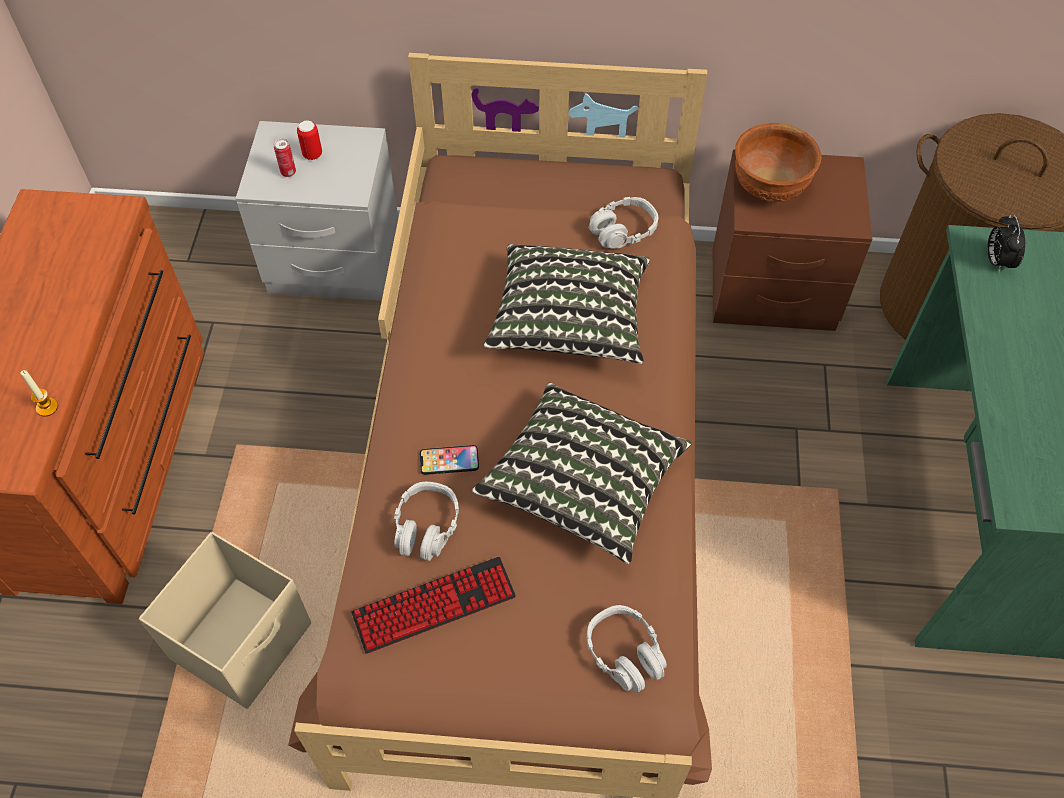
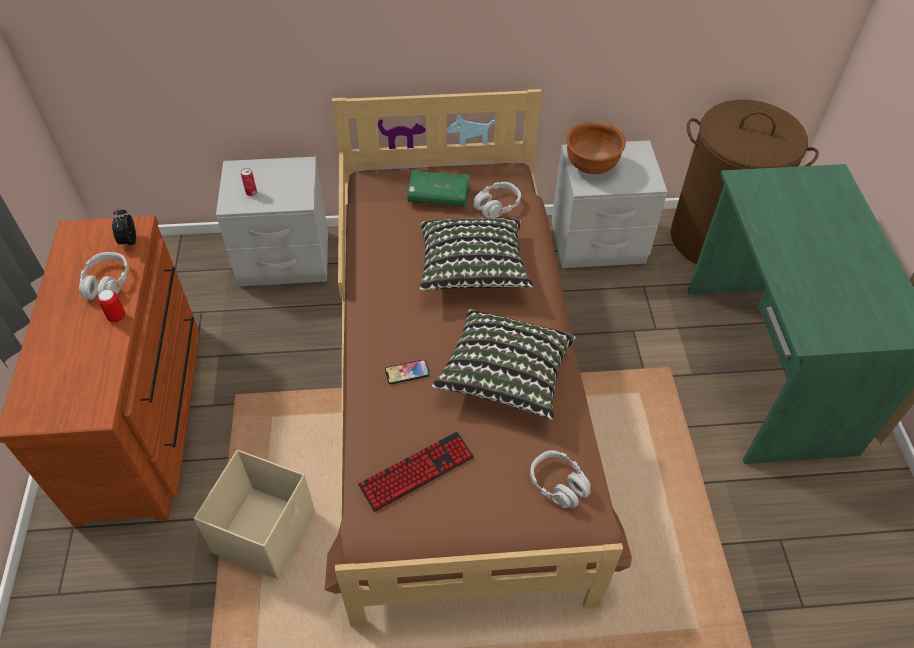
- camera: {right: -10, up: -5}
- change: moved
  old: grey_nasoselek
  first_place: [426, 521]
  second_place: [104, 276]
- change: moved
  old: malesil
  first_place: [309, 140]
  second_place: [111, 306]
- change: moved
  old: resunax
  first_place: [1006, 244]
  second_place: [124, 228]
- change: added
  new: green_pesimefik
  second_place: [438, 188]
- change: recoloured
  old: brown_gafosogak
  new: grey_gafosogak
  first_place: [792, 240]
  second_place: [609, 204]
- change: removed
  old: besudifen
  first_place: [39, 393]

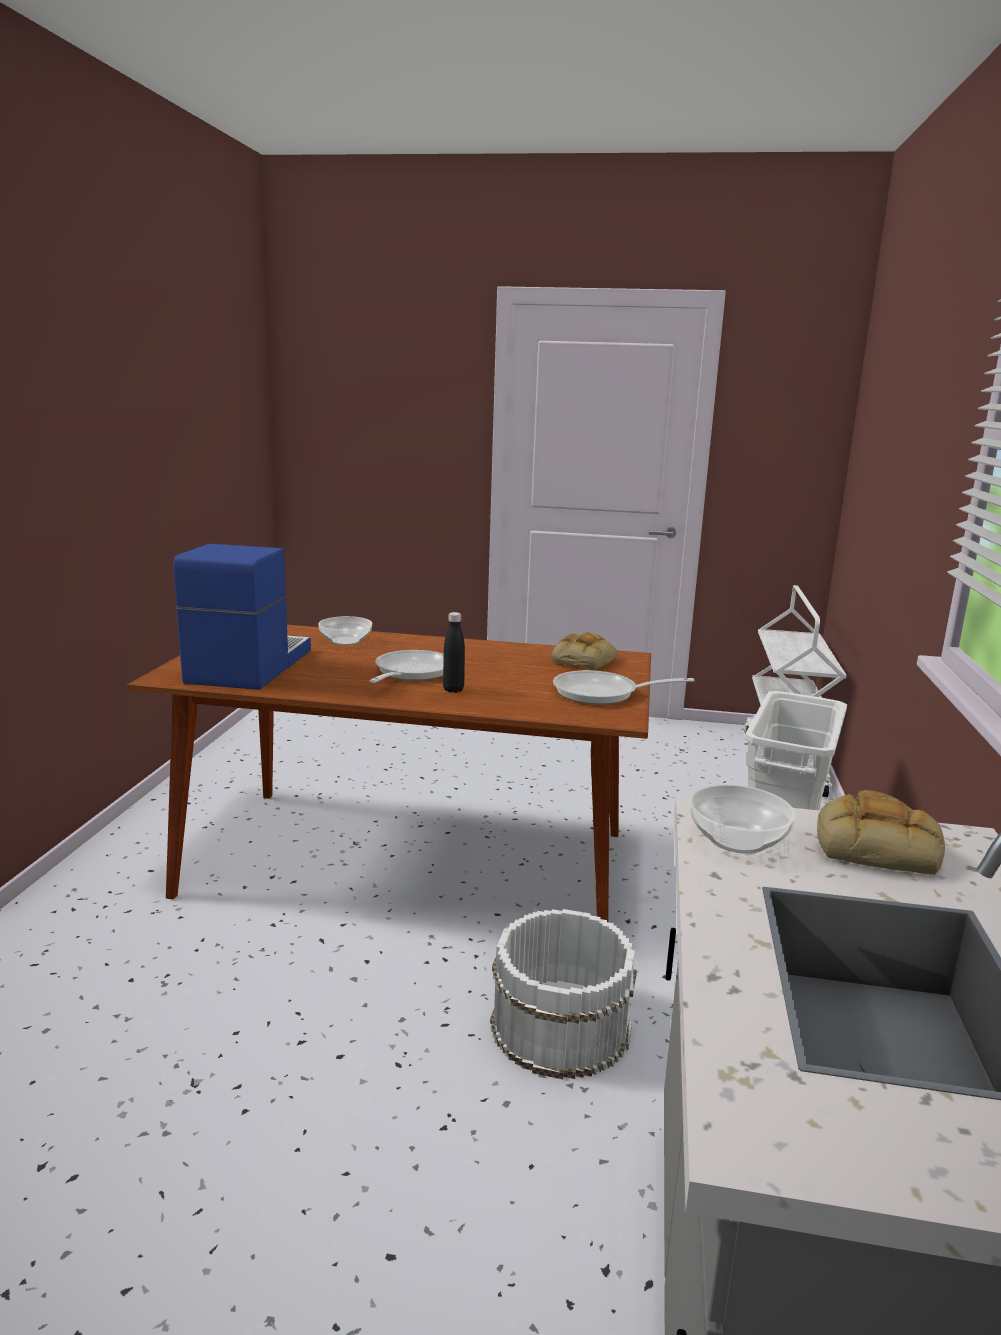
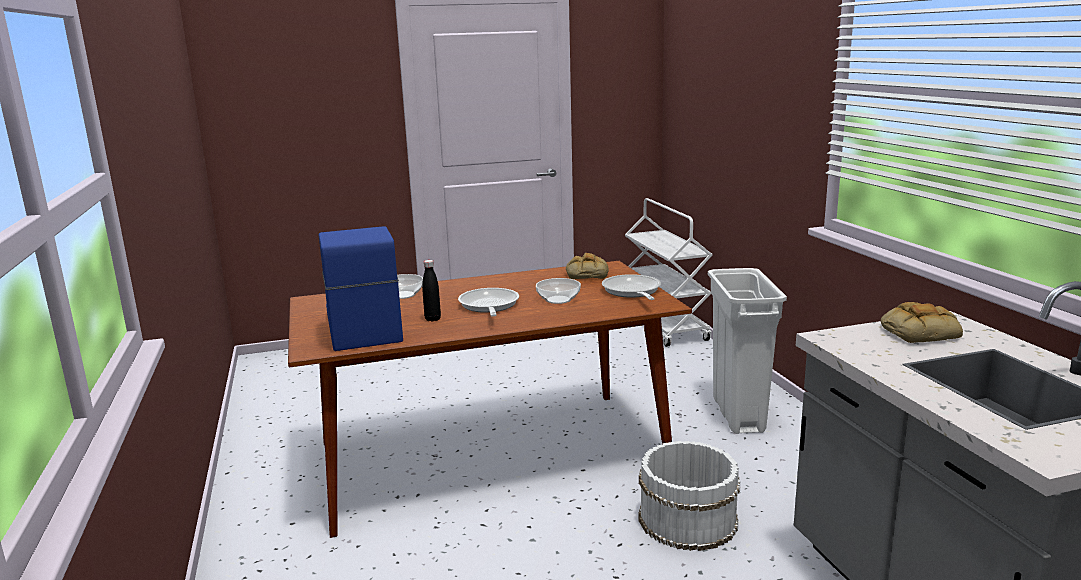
- camera: {right: -25, up: 0}
- change: moved
  old: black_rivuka
  first_place: [454, 652]
  second_place: [431, 291]
- change: moved
  old: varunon
  first_place: [742, 819]
  second_place: [558, 291]
- change: turned
  old: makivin
  first_place: [623, 687]
  second_place: [631, 287]
  degrees: 105

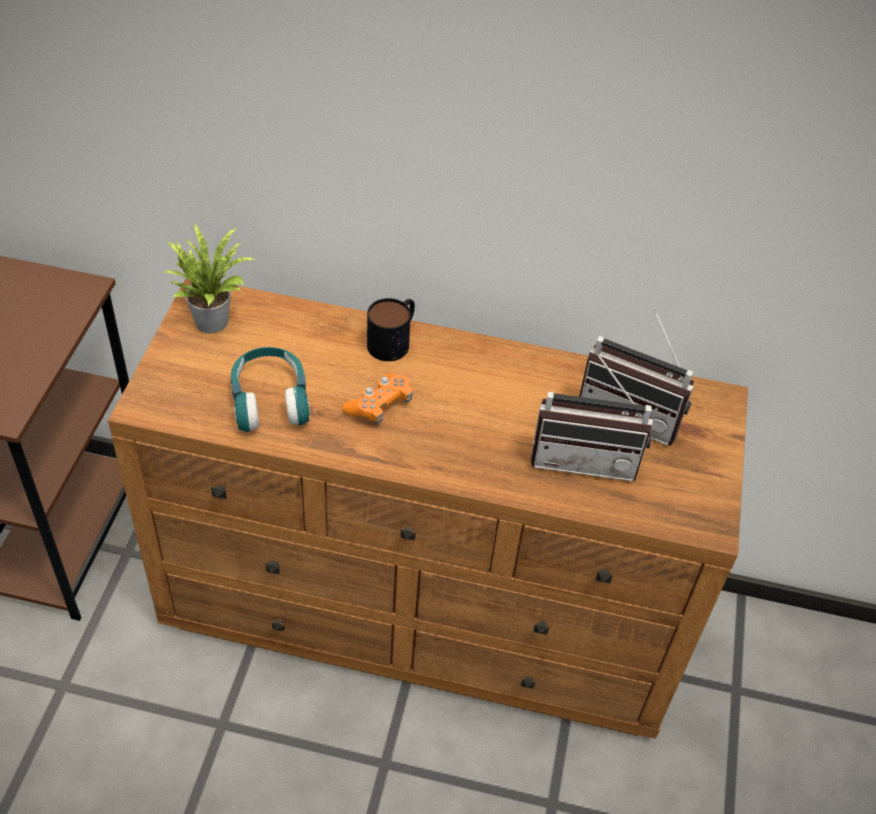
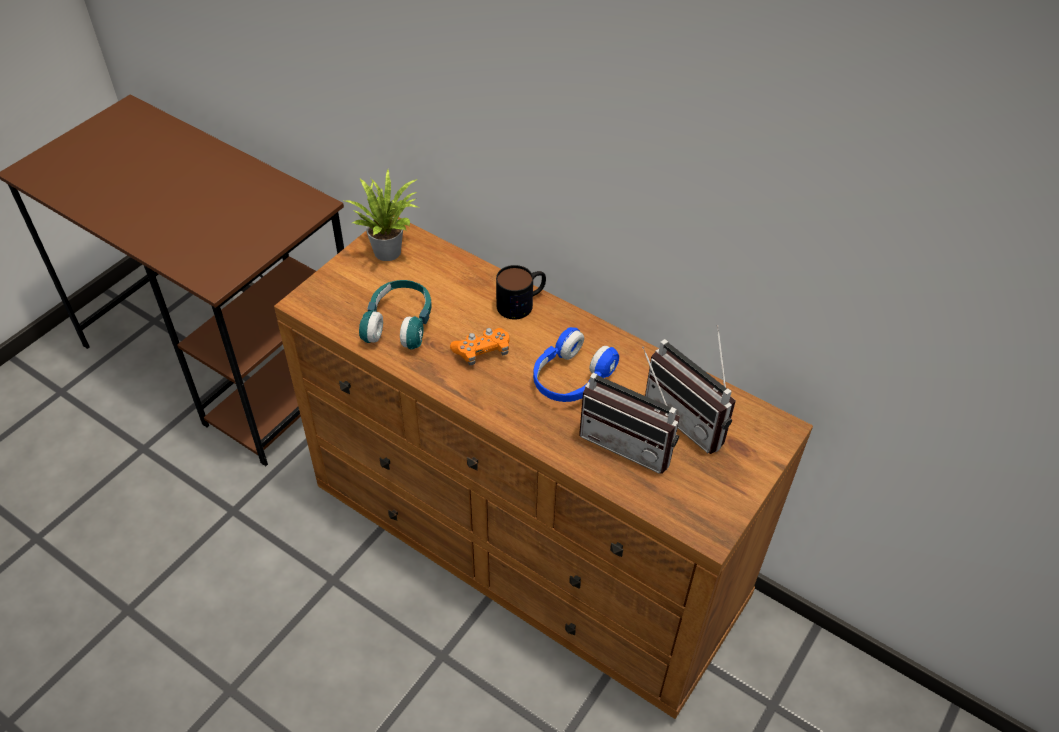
- camera: {right: 25, up: 0}
- change: added
  new: blue_nasoselek
  second_place: [576, 364]

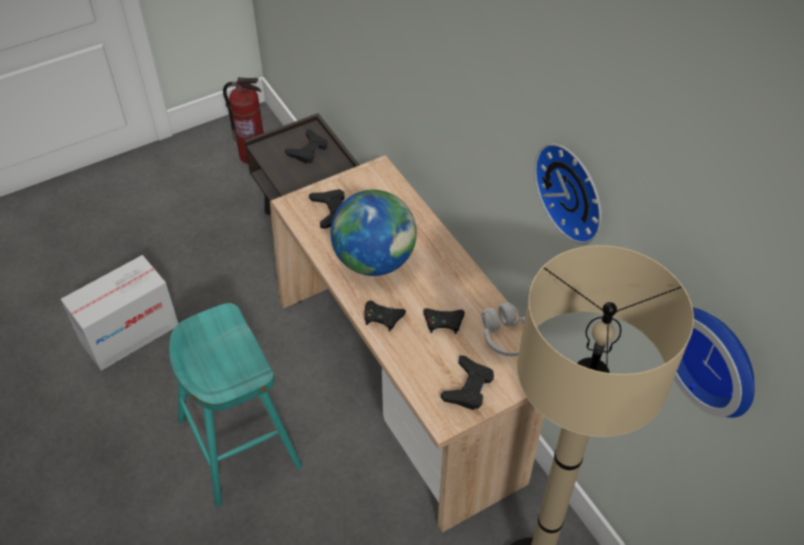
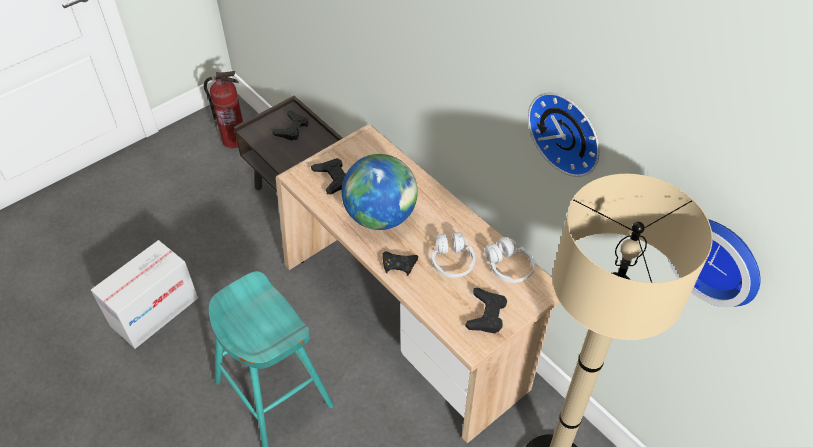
- camera: {right: -10, up: 0}
- change: replaced
  old: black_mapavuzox
  new: white_nasoselek
  first_place: [444, 321]
  second_place: [454, 255]

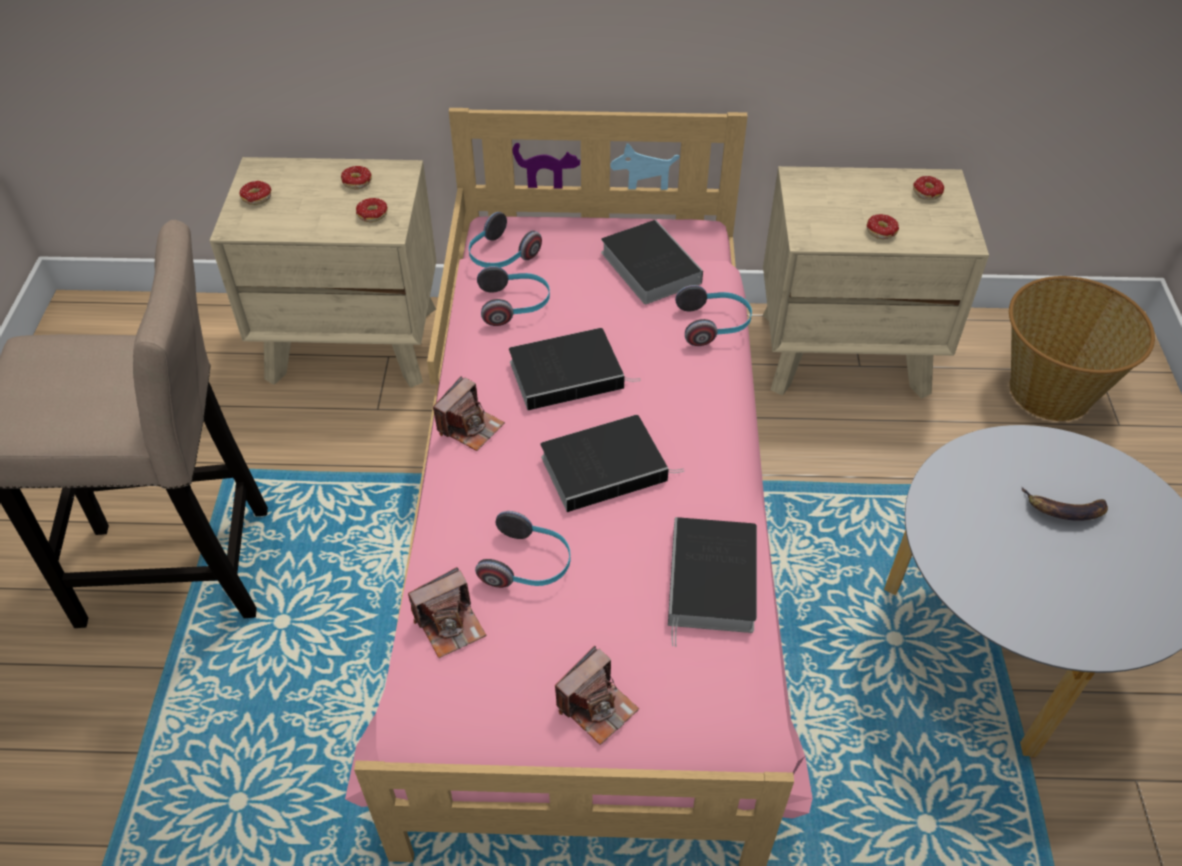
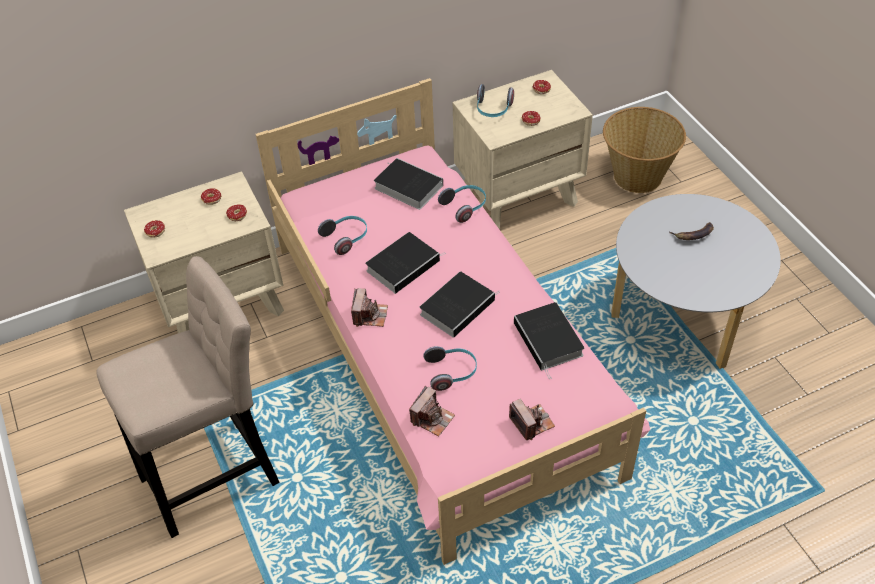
- camera: {right: -25, up: 0}
- change: moved
  old: nasoselek
  first_place: [505, 240]
  second_place: [495, 100]
- change: turned
  old: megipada
  first_place: [597, 695]
  second_place: [532, 419]
  degrees: -45

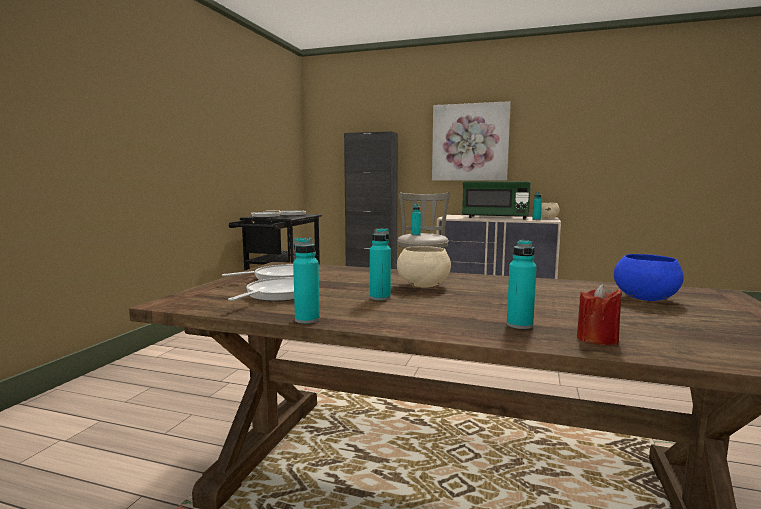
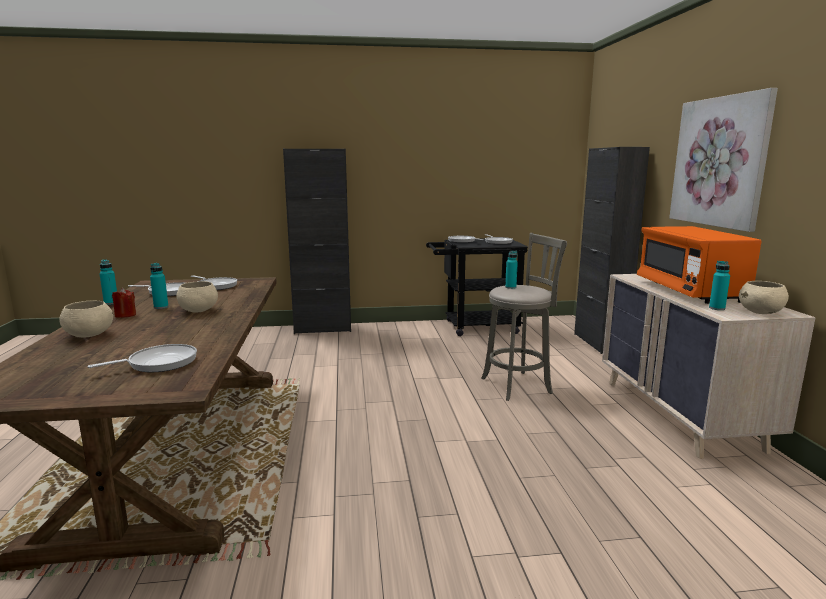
- camera: {right: 65, up: 5}
- change: replaced
  old: turquoise_rivuka
  new: beige_varunon
  first_place: [522, 284]
  second_place: [86, 318]
- change: replaced
  old: blue_varunon
  new: makivin
  first_place: [649, 277]
  second_place: [142, 358]
- change: moved
  old: red_besudifen
  first_place: [599, 314]
  second_place: [124, 303]
- change: added
  new: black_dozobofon
  second_place: [317, 241]
- change: recoloured
  old: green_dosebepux
  new: orange_dosebepux
  first_place: [496, 200]
  second_place: [699, 265]

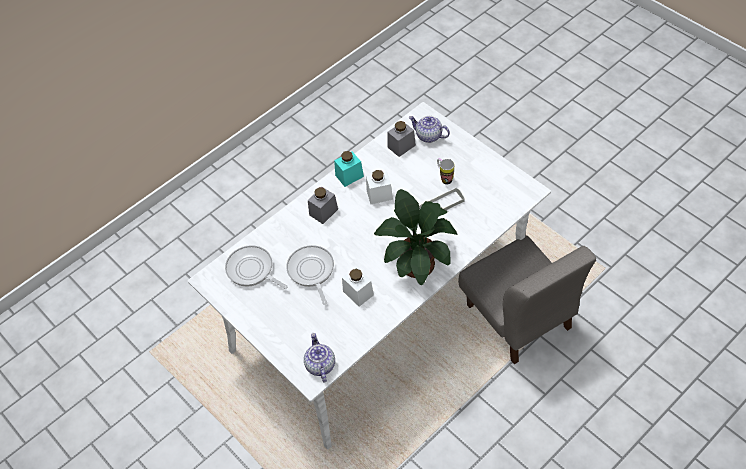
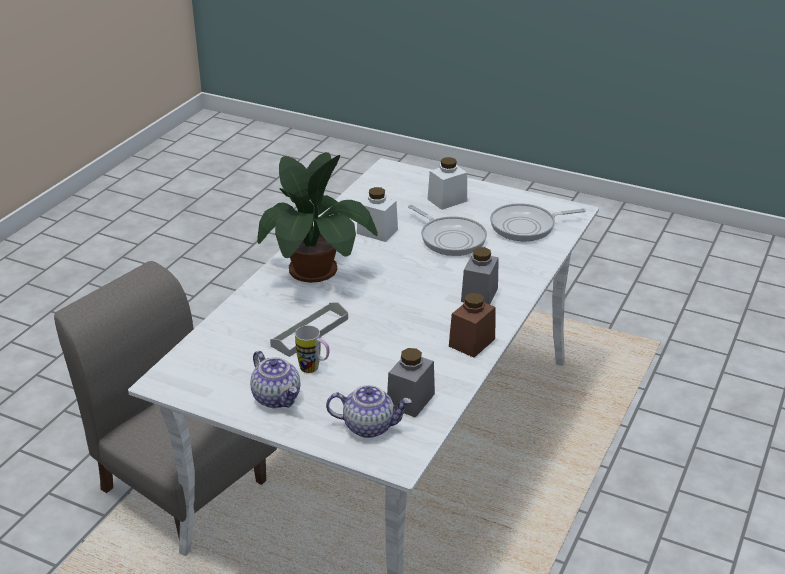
- camera: {right: 155, up: -20}
- change: moved
  old: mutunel
  first_place: [319, 358]
  second_place: [275, 379]
- change: moved
  old: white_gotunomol
  first_place: [379, 187]
  second_place: [447, 183]
- change: recoloured
  old: turquoise_gotunomol
  new: brown_gotunomol
  first_place: [349, 169]
  second_place: [472, 325]
- change: turned
  old: makivin
  first_place: [256, 267]
  second_place: [538, 222]
  degrees: 150

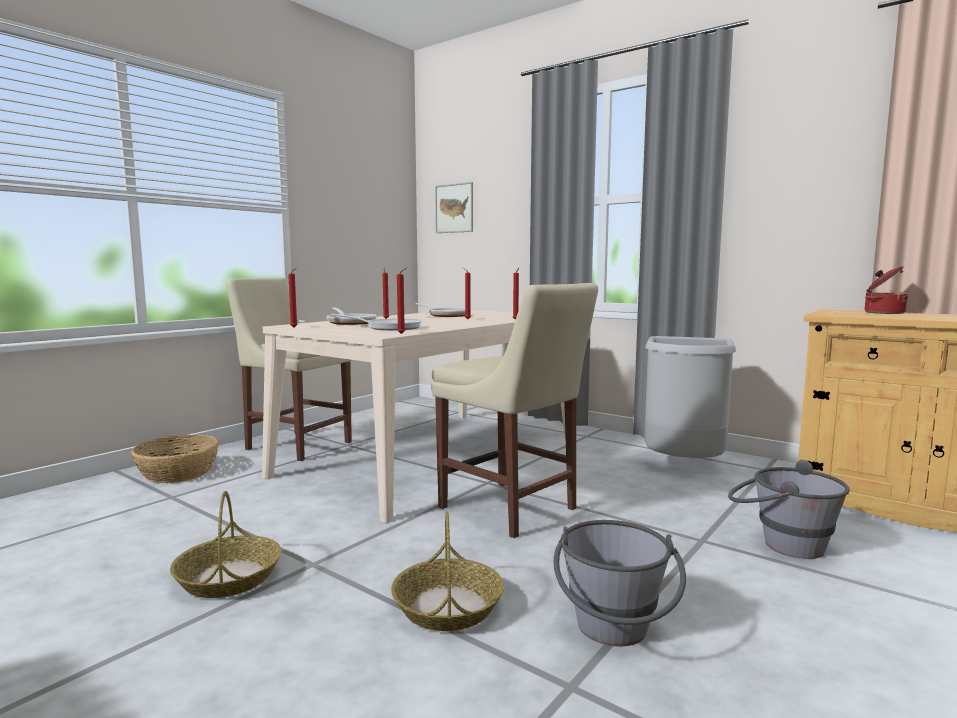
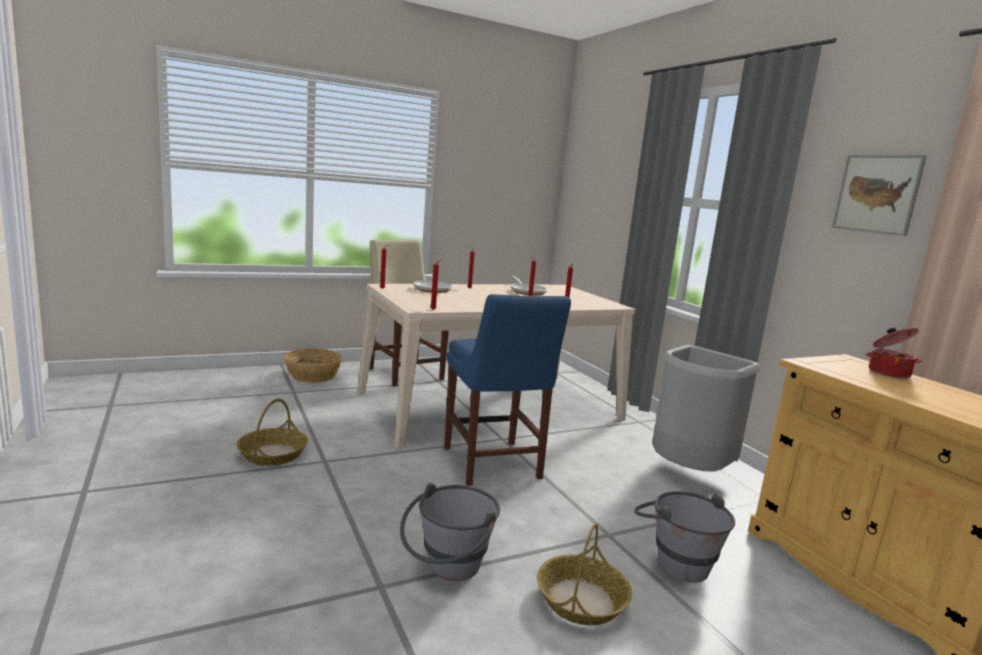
- camera: {right: 25, up: 5}
- change: recoloured
  old: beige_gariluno
  new: blue_gariluno
  first_place: [514, 410]
  second_place: [507, 390]
- change: moved
  old: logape
  first_place: [447, 571]
  second_place: [584, 574]
- change: moved
  old: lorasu
  first_place: [454, 207]
  second_place: [879, 195]
- change: removed
  old: makivin
  first_place: [377, 322]

